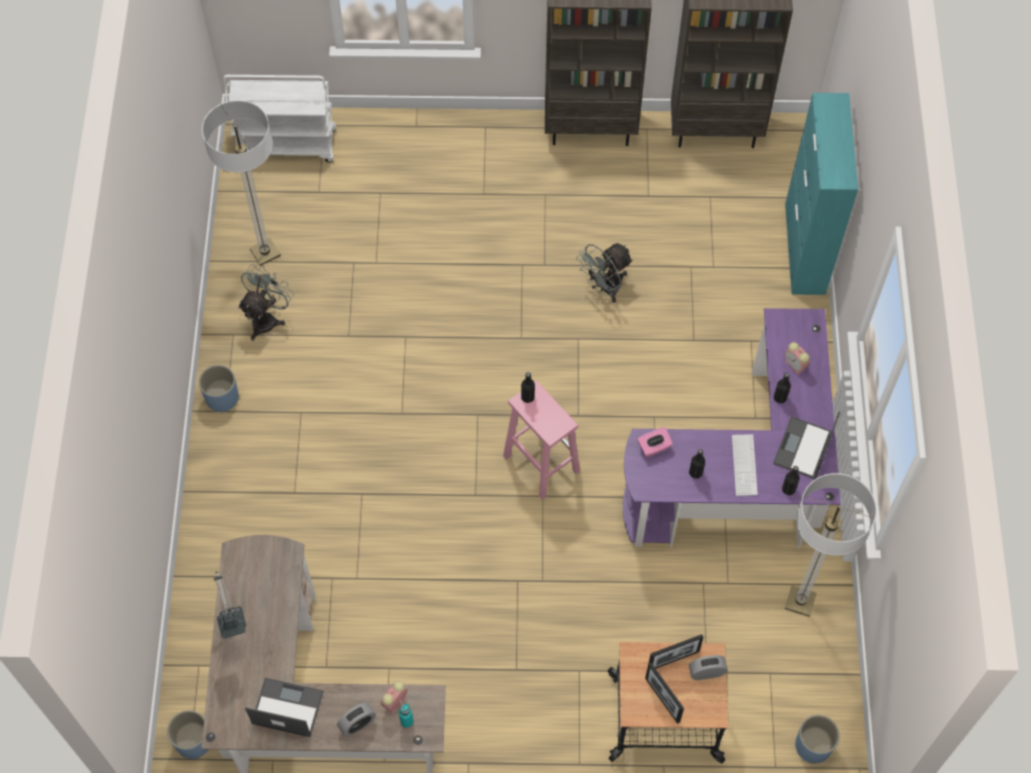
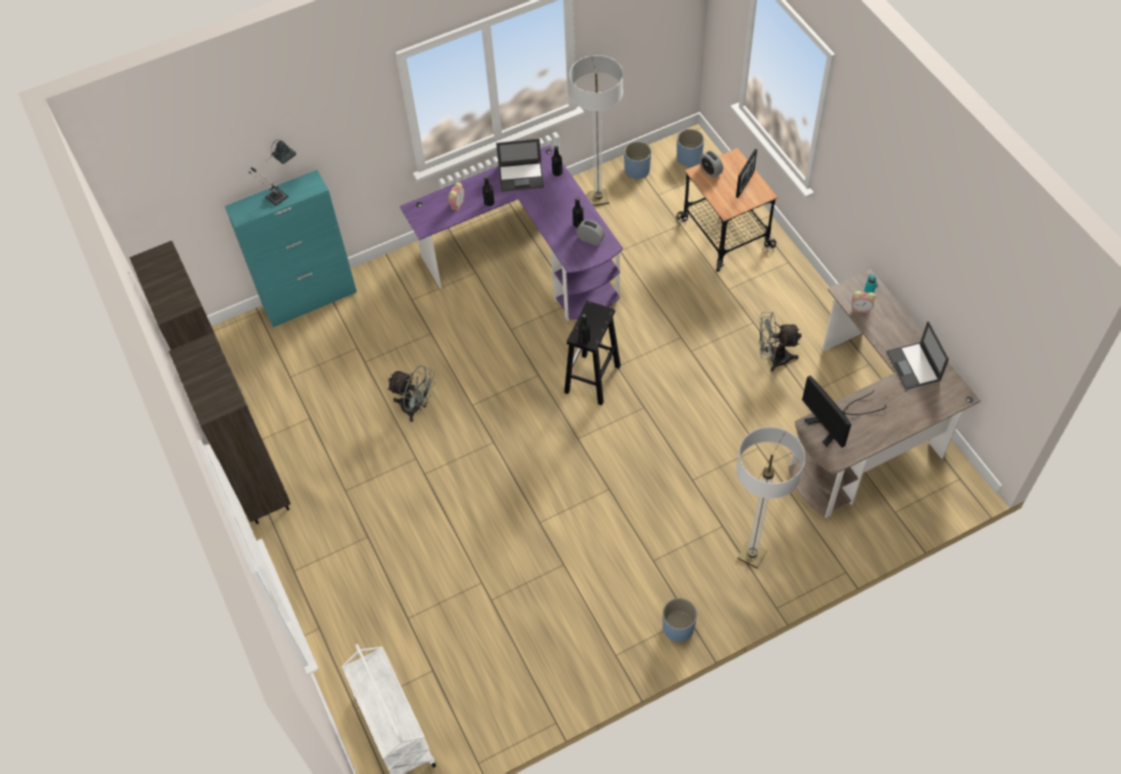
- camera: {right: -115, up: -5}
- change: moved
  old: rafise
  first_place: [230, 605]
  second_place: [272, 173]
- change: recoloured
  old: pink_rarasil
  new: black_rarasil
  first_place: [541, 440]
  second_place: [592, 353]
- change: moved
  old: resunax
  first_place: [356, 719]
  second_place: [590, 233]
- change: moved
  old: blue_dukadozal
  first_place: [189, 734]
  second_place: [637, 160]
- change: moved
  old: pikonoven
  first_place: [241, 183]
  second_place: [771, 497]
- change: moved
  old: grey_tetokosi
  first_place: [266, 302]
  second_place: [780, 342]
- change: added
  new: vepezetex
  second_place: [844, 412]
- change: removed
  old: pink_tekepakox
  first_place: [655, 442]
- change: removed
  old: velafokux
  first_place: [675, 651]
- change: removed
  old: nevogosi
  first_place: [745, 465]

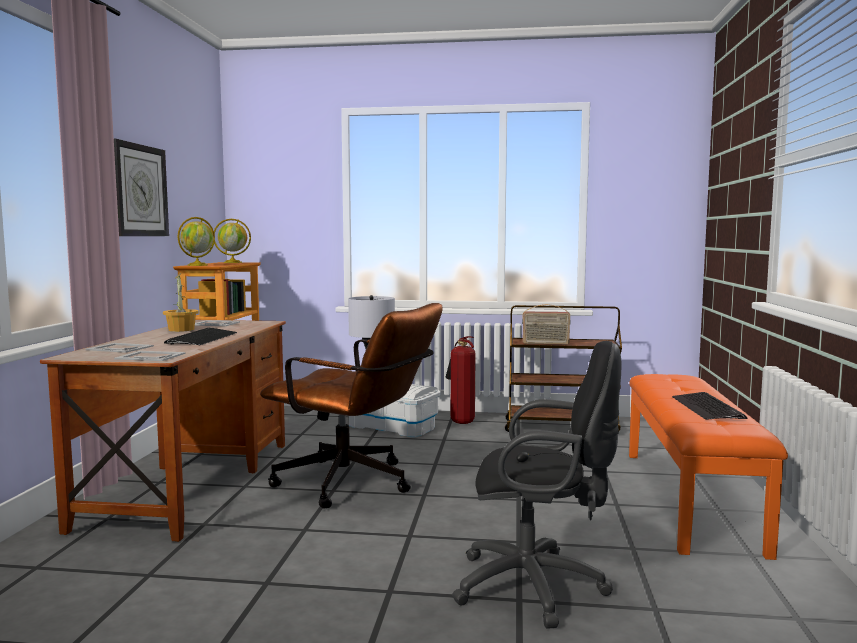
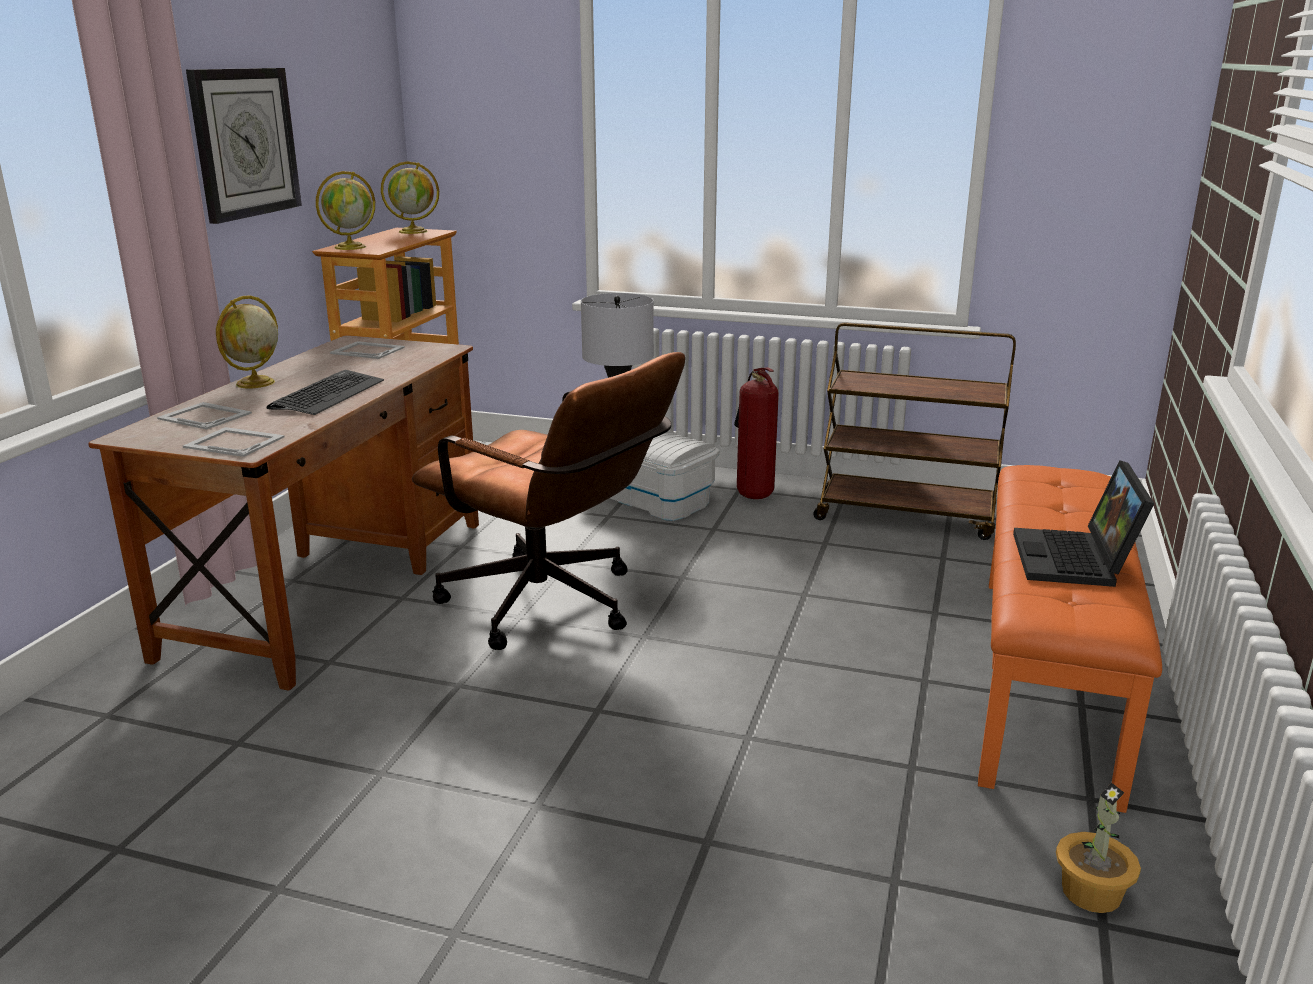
- camera: {right: 10, up: 15}
- change: added
  new: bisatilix
  second_place: [247, 341]
- change: replaced
  old: nevogosi
  new: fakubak
  first_place: [709, 406]
  second_place: [1083, 523]
- change: moved
  old: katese
  first_place: [181, 302]
  second_place: [1098, 848]
- change: removed
  old: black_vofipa
  first_place: [537, 485]
- change: removed
  old: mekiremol
  first_place: [546, 324]

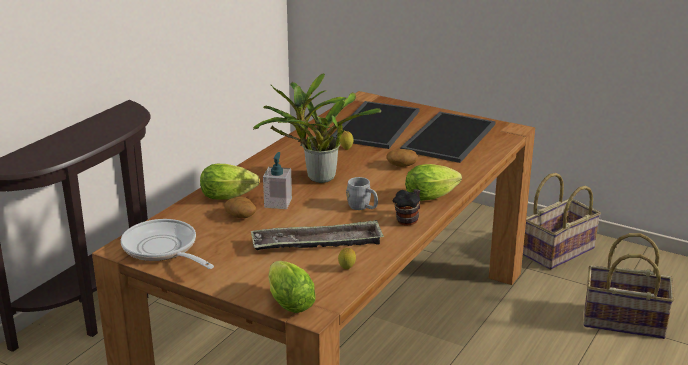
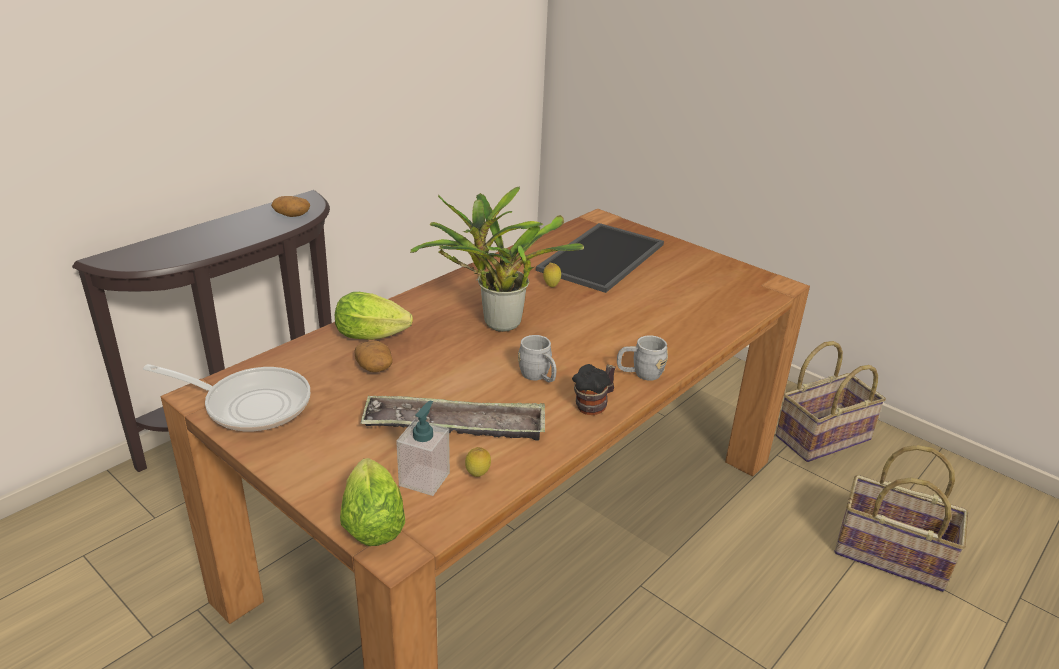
- camera: {right: 10, up: 5}
- change: turned
  old: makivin
  first_place: [167, 244]
  second_place: [226, 397]
  degrees: 135
- change: moved
  old: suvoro
  first_place: [402, 158]
  second_place: [290, 206]
- change: moved
  old: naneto
  first_place: [277, 180]
  second_place: [423, 448]
- change: replaced
  old: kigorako
  new: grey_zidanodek
  first_place: [433, 182]
  second_place: [642, 358]
- change: removed
  old: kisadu
  first_place: [448, 137]

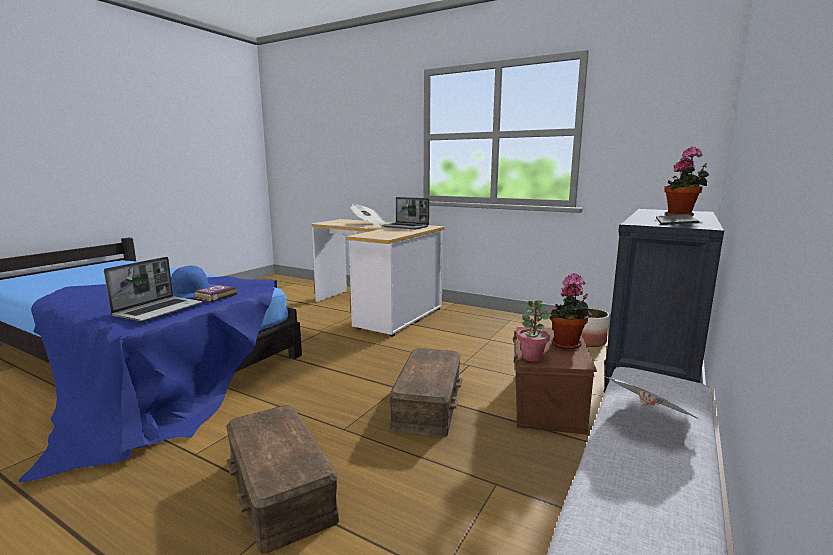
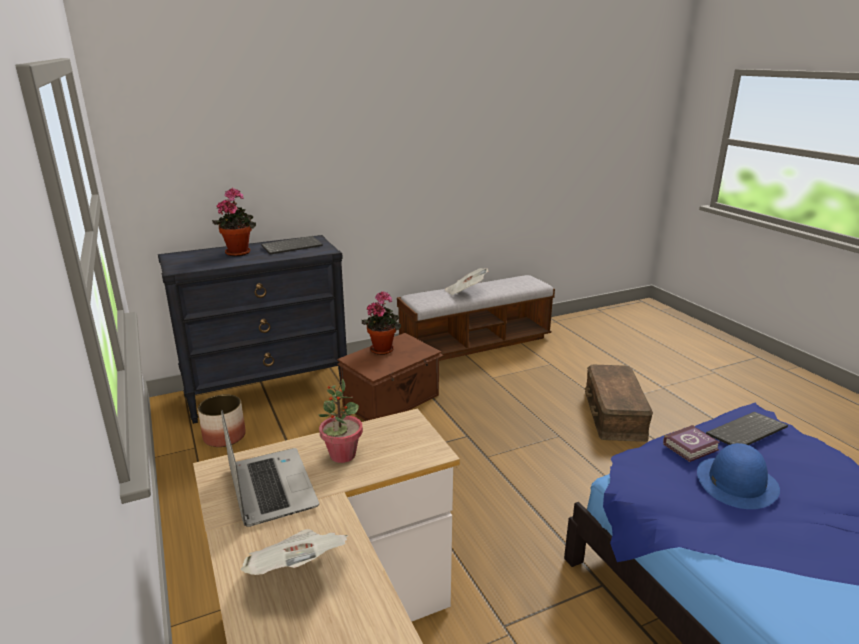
- camera: {right: -145, up: 10}
- change: moved
  old: katese
  first_place: [534, 330]
  second_place: [340, 420]
- change: replaced
  old: fakubak
  new: nevogosi
  first_place: [153, 289]
  second_place: [747, 428]
- change: removed
  old: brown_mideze
  first_place: [426, 392]

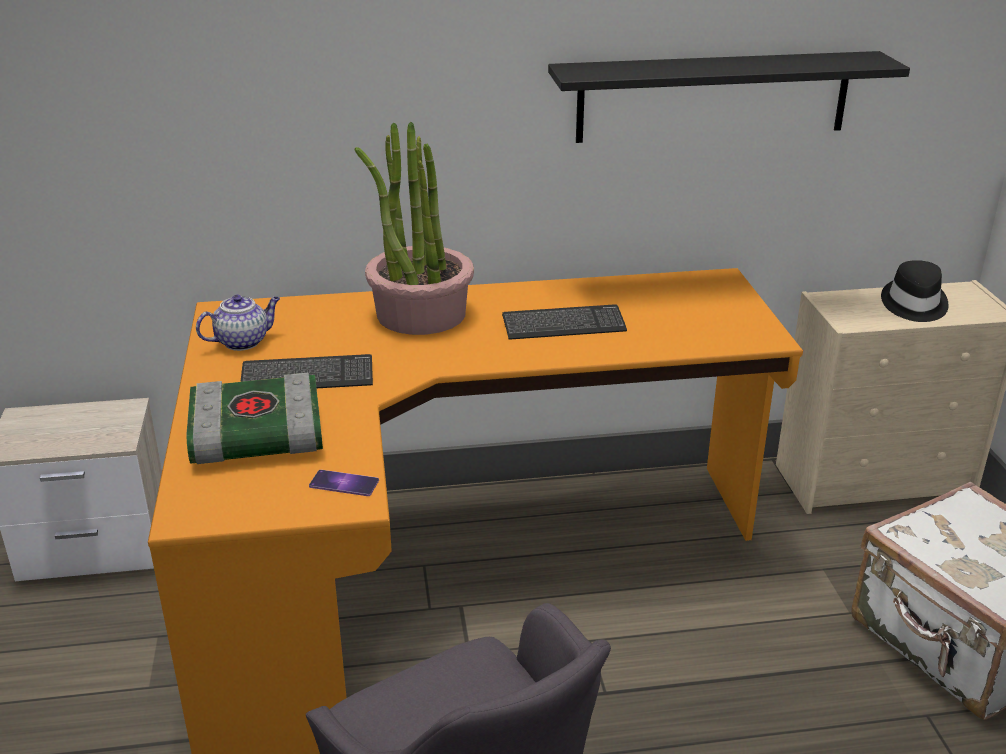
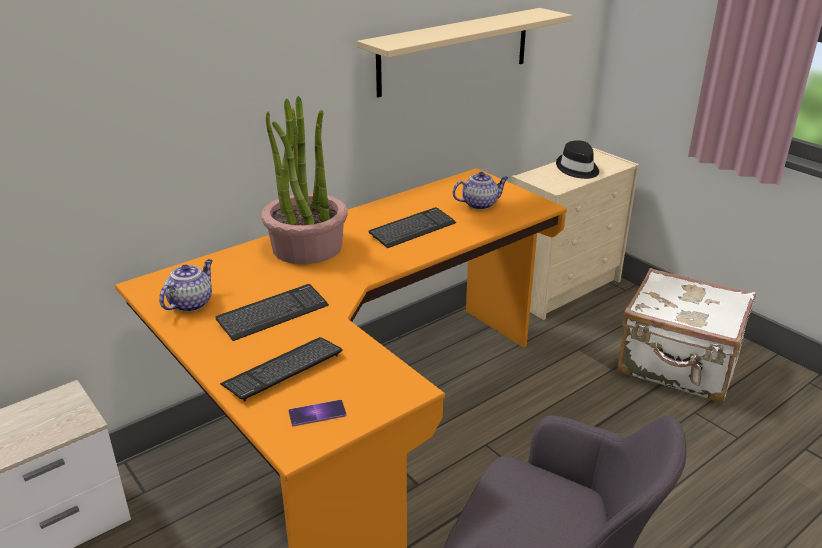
- camera: {right: -30, up: 0}
- change: replaced
  old: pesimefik
  new: nevogosi
  first_place: [255, 418]
  second_place: [281, 369]
- change: moved
  old: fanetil
  first_place: [344, 483]
  second_place: [317, 413]
- change: recoloured
  old: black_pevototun
  new: beige_pevototun
  first_place: [729, 97]
  second_place: [465, 52]
- change: added
  new: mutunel
  second_place: [480, 191]

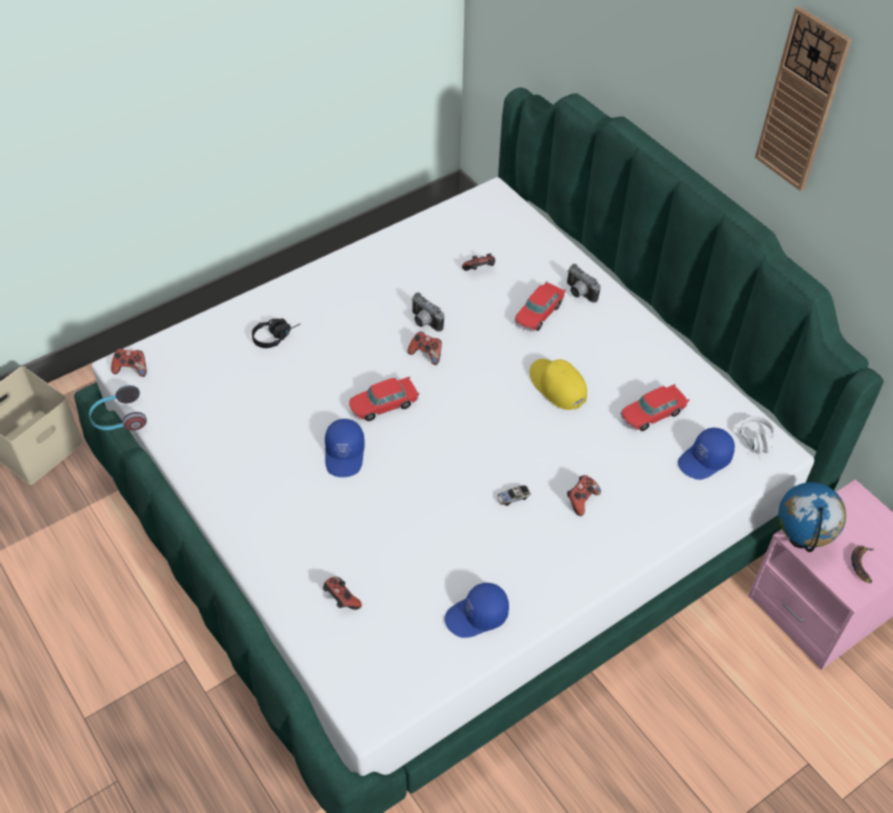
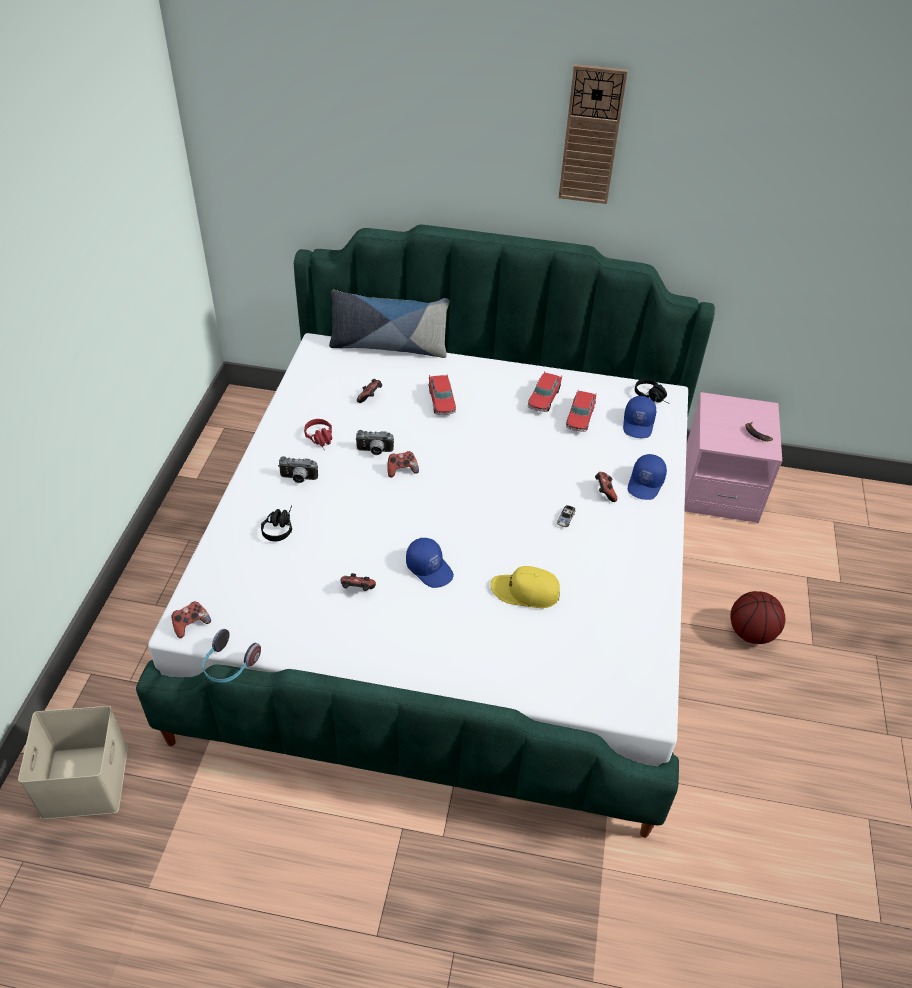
- camera: {right: -45, up: -5}
- change: moved
  old: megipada
  first_place: [584, 283]
  second_place: [298, 469]
- change: added
  new: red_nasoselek
  second_place: [318, 434]
- change: added
  new: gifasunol
  second_place: [389, 324]
- change: moved
  old: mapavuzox
  first_place: [342, 593]
  second_place: [358, 582]
- change: moved
  old: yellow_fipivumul
  first_place: [558, 384]
  second_place: [525, 587]
- change: moved
  old: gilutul
  first_place: [384, 399]
  second_place: [545, 392]
- change: moved
  old: blue_fipivumul
  first_place: [476, 610]
  second_place: [647, 477]
- change: recoloured
  old: white_nasoselek
  new: black_nasoselek
  first_place: [757, 438]
  second_place: [652, 391]
- change: added
  new: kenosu
  second_place: [757, 617]
- change: removed
  old: bisatilix
  first_place: [812, 517]

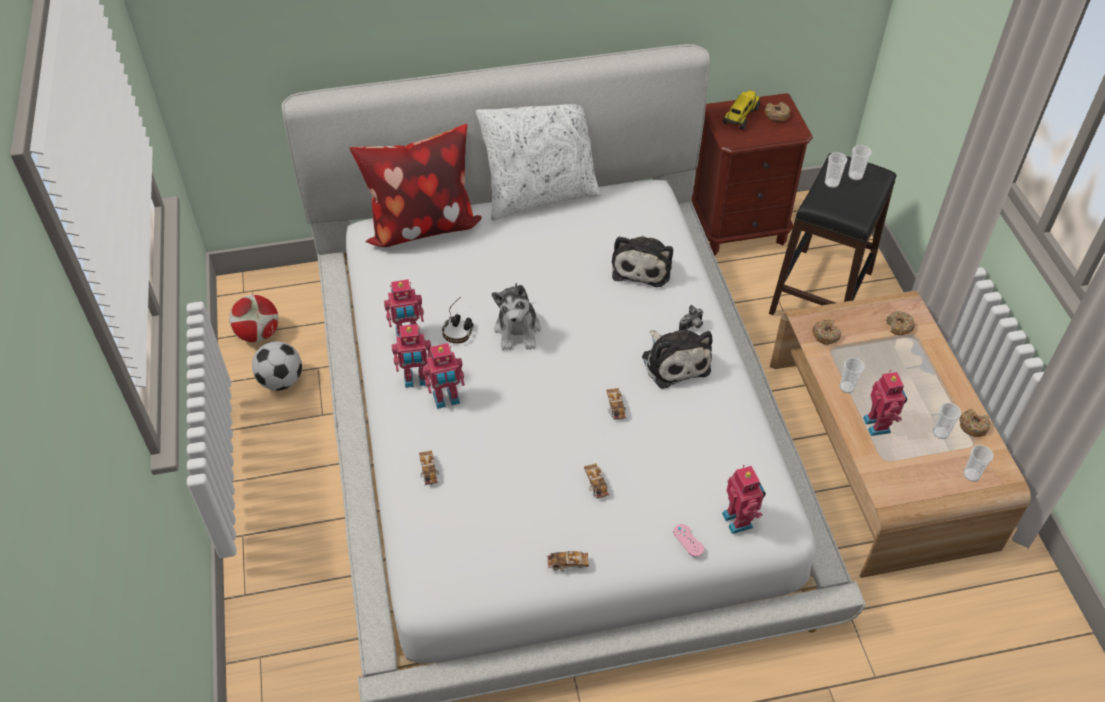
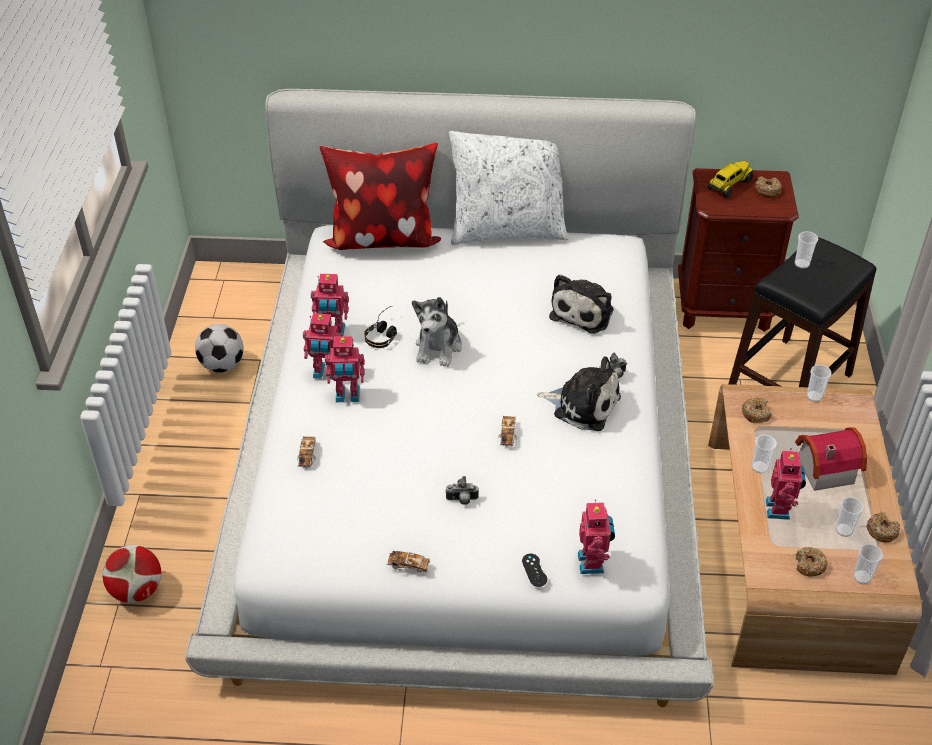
- camera: {right: 15, up: -5}
- change: moved
  old: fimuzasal
  first_place: [254, 319]
  second_place: [132, 574]
- change: replaced
  old: gilutul
  new: megipada
  first_place: [596, 481]
  second_place: [462, 490]
- change: recoloured
  old: pink_mapavuzox
  new: black_mapavuzox
  first_place: [688, 540]
  second_place: [534, 570]
- change: turned
  old: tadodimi
  first_place: [677, 359]
  second_place: [579, 393]
  degrees: -60
- change: added
  new: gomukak
  second_place: [831, 459]
- change: moved
  old: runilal
  first_place: [900, 323]
  second_place: [811, 561]
- change: moved
  old: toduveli
  first_place: [859, 162]
  second_place: [819, 383]

